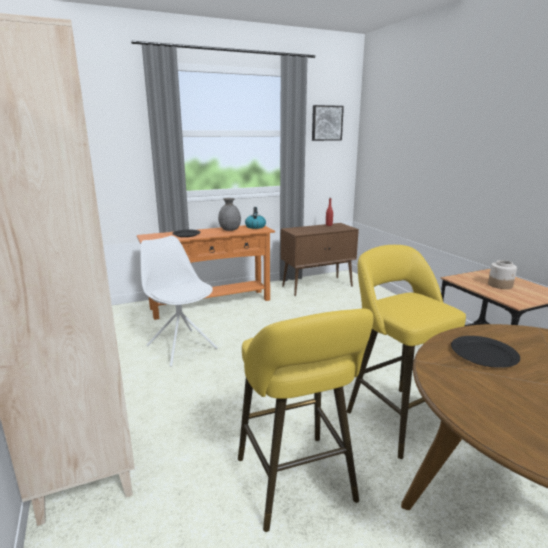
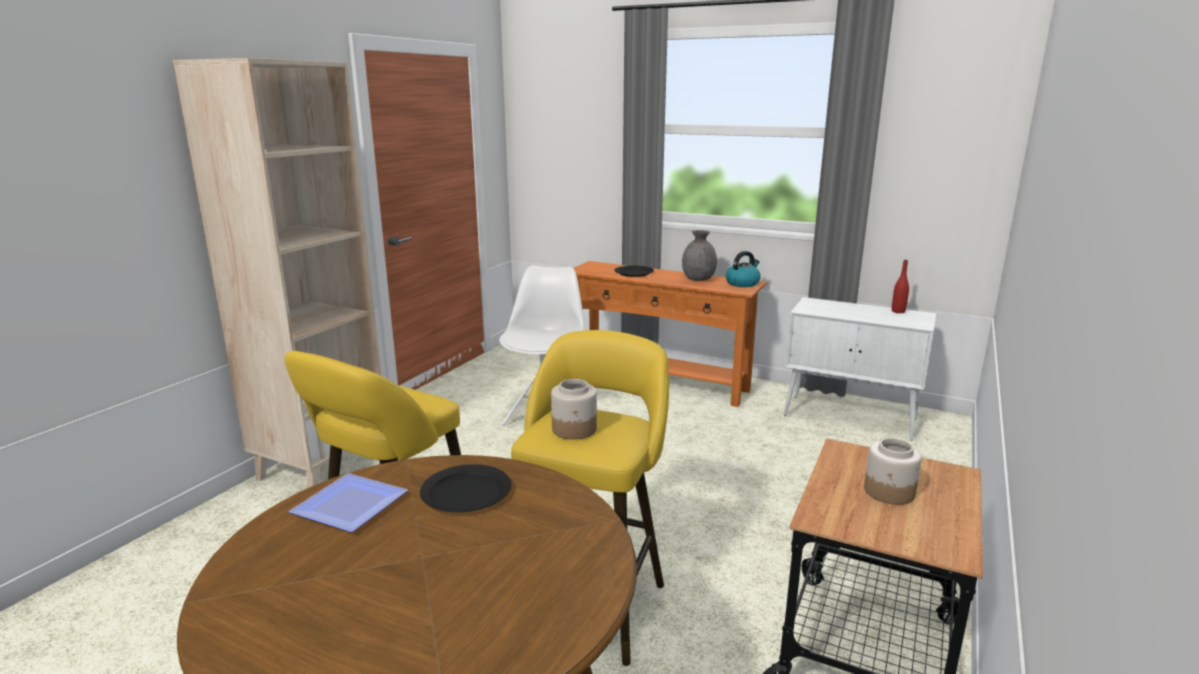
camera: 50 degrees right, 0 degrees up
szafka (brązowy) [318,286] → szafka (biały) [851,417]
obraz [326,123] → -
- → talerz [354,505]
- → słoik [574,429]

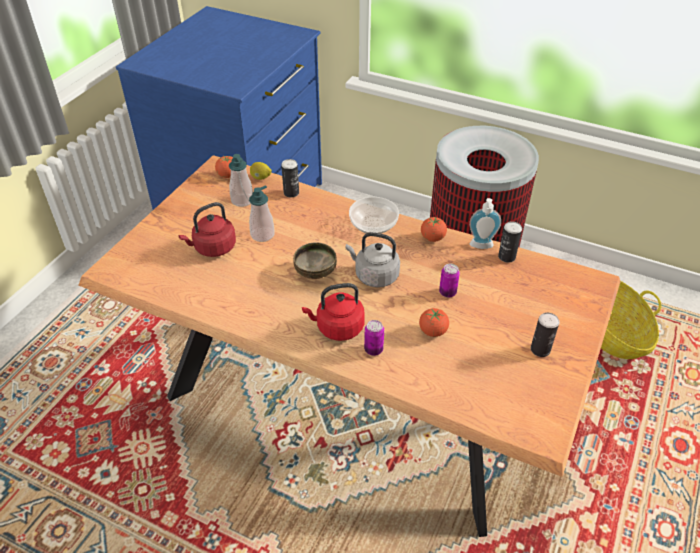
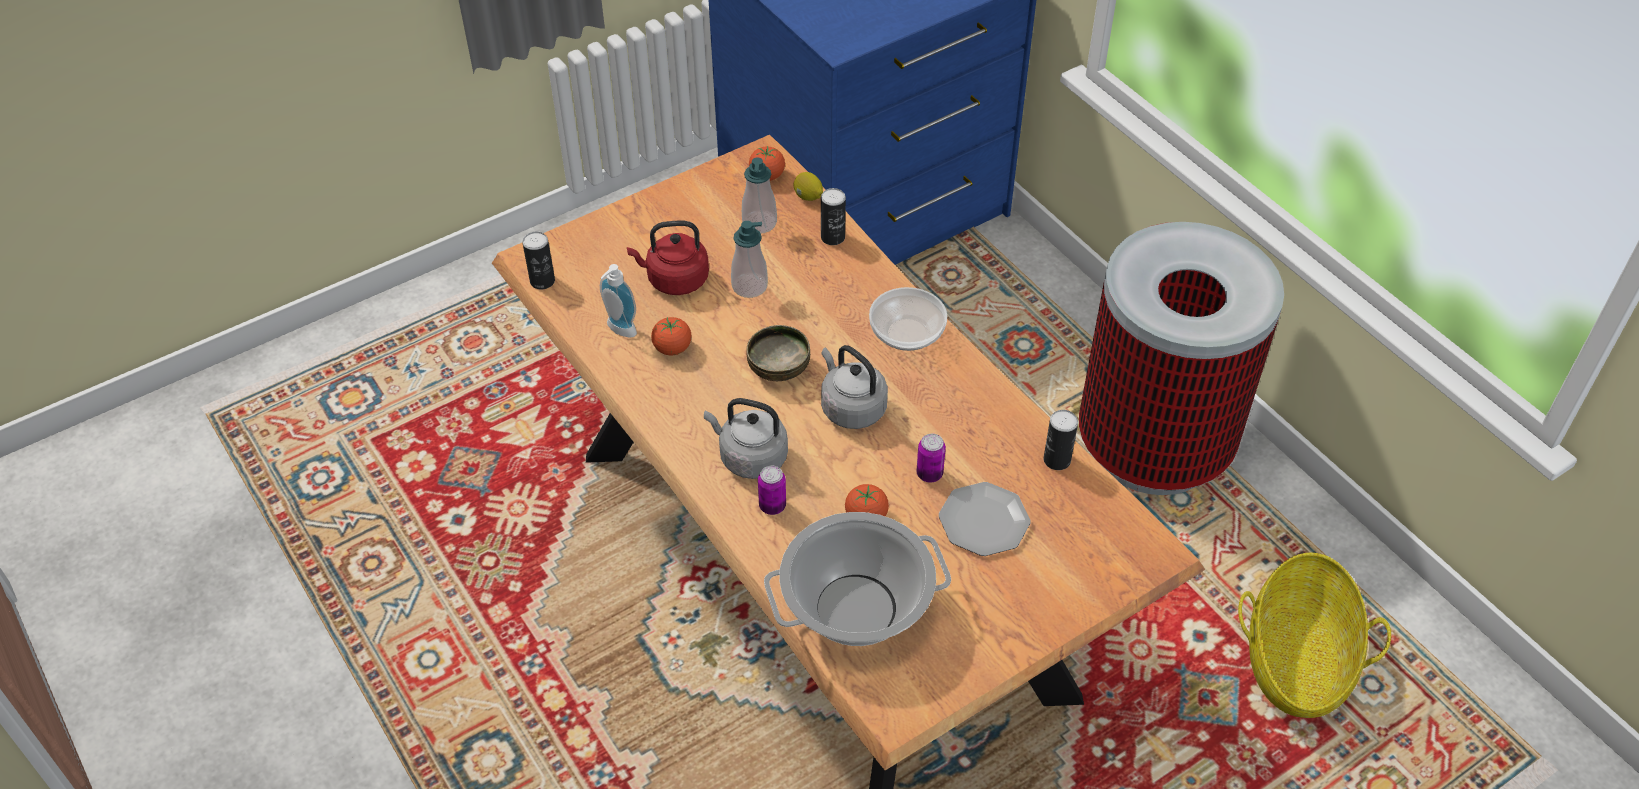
camera: 30 degrees right, 5 degrees up
czajnik (czerwony) [337,328] → czajnik (szary) [750,457]
pomidor [432,238] → pomidor [672,348], moved
dozownik mydła [481,247] → dozownik mydła [619,331], moved
puszka [540,349] → puszka [542,281], moved
- → garnek [857,608]
- → talerz [983,522]

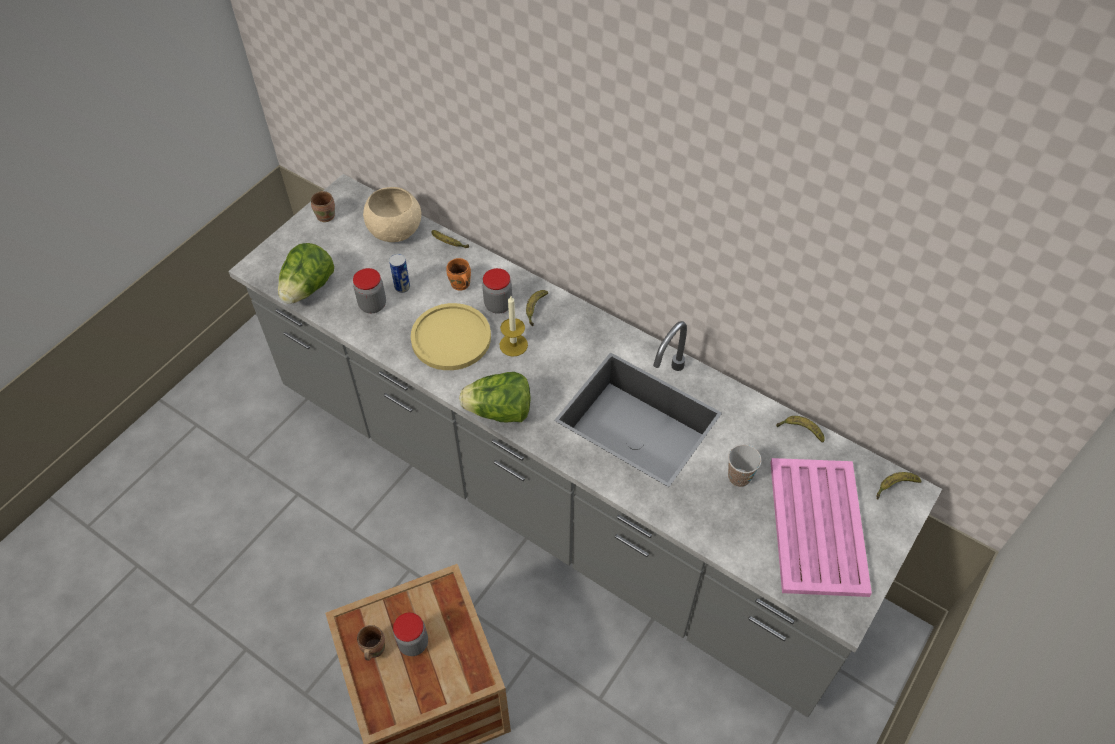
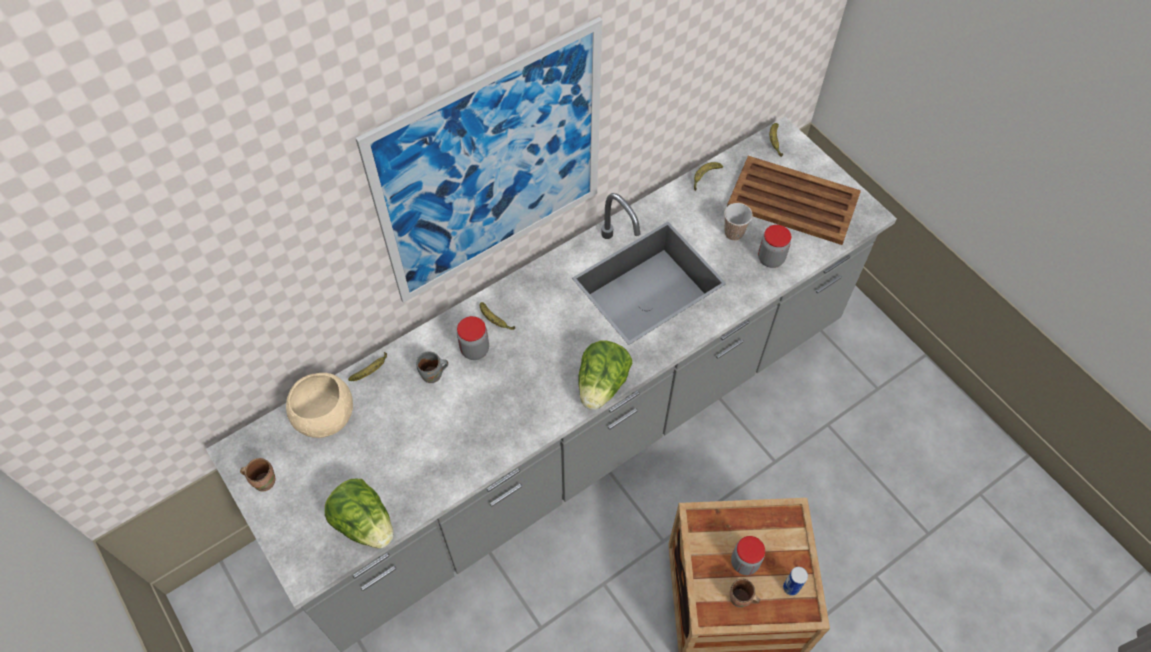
camera: 70 degrees left, 5 degrees up
słoik [372,305] → słoik [770,258], moved
puszka [402,287] → puszka [791,587], moved
talerz (żółty) [451,338] → -
kubek (pomarańczowy) [460,285] → kubek (szary) [433,376]
świeca [513,345] → -
taca (różowy) [818,525] → taca (brązowy) [792,200]
- → obraz [493,168]

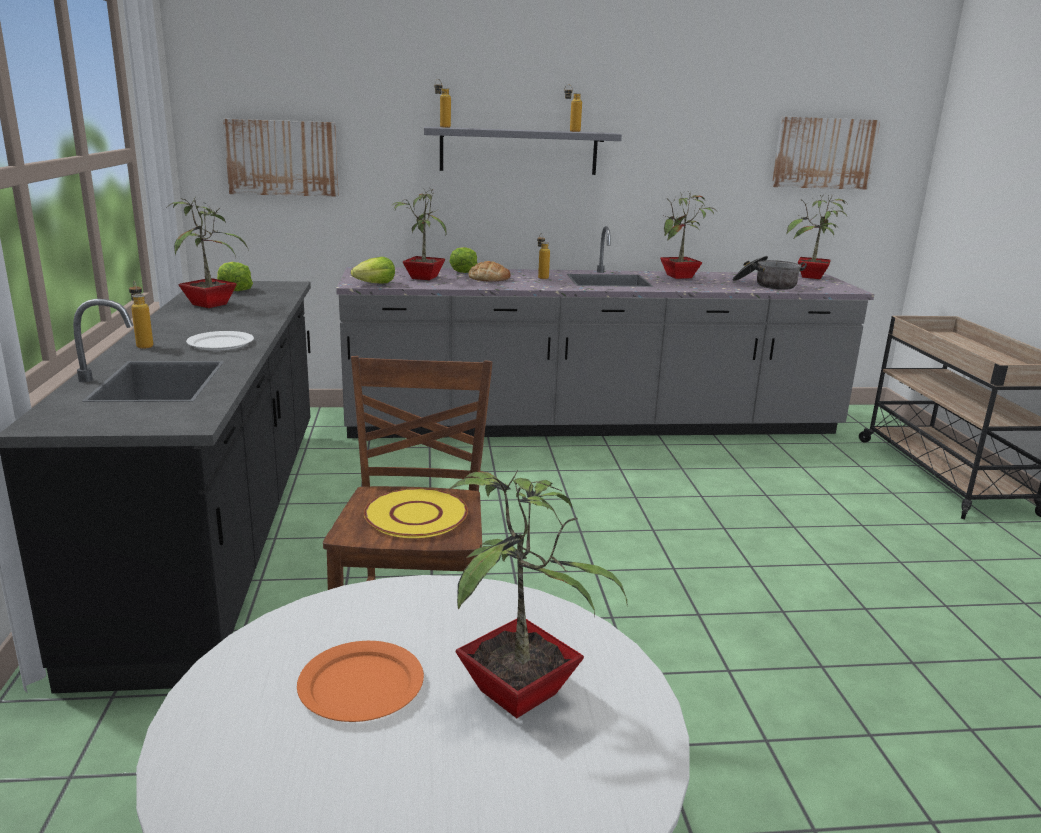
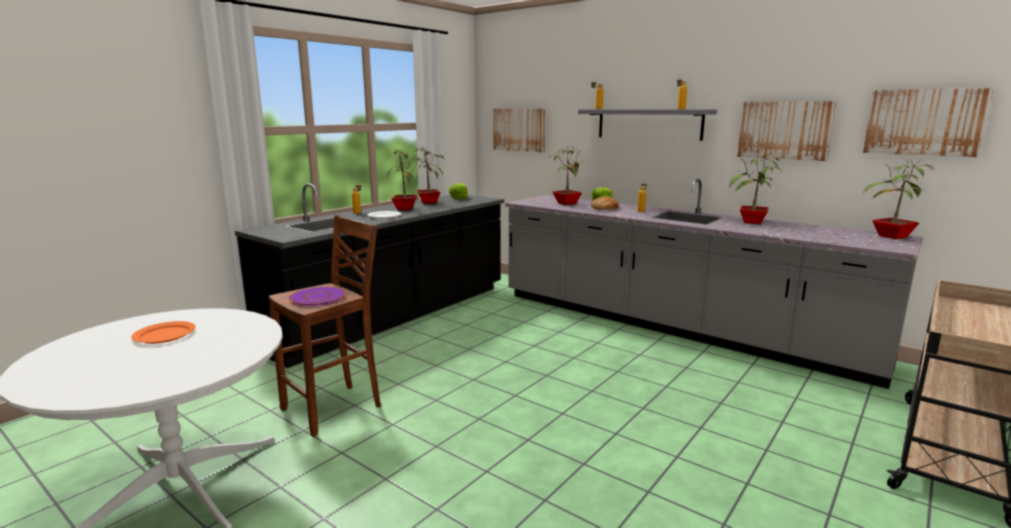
camera: 45 degrees right, 5 degrees down
sałata [375,284] → -
talerz (żółty) [415,515] → talerz (fioletowy) [318,297]
roślina doniczkowa [522,692] → roślina doniczkowa [406,209], moved
garnek [766,285] → -
- → obraz [784,130]

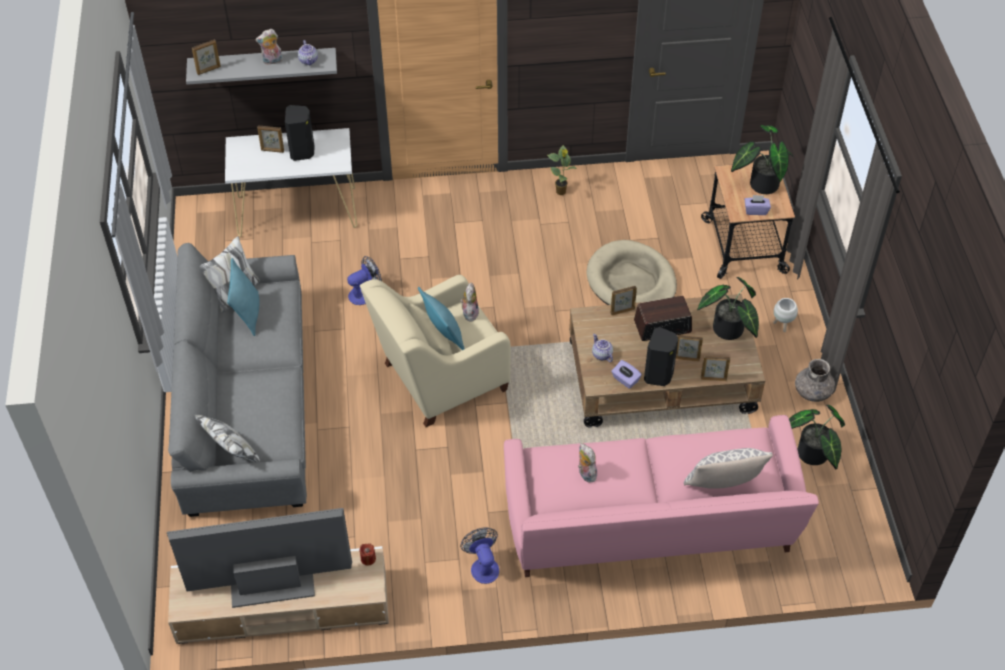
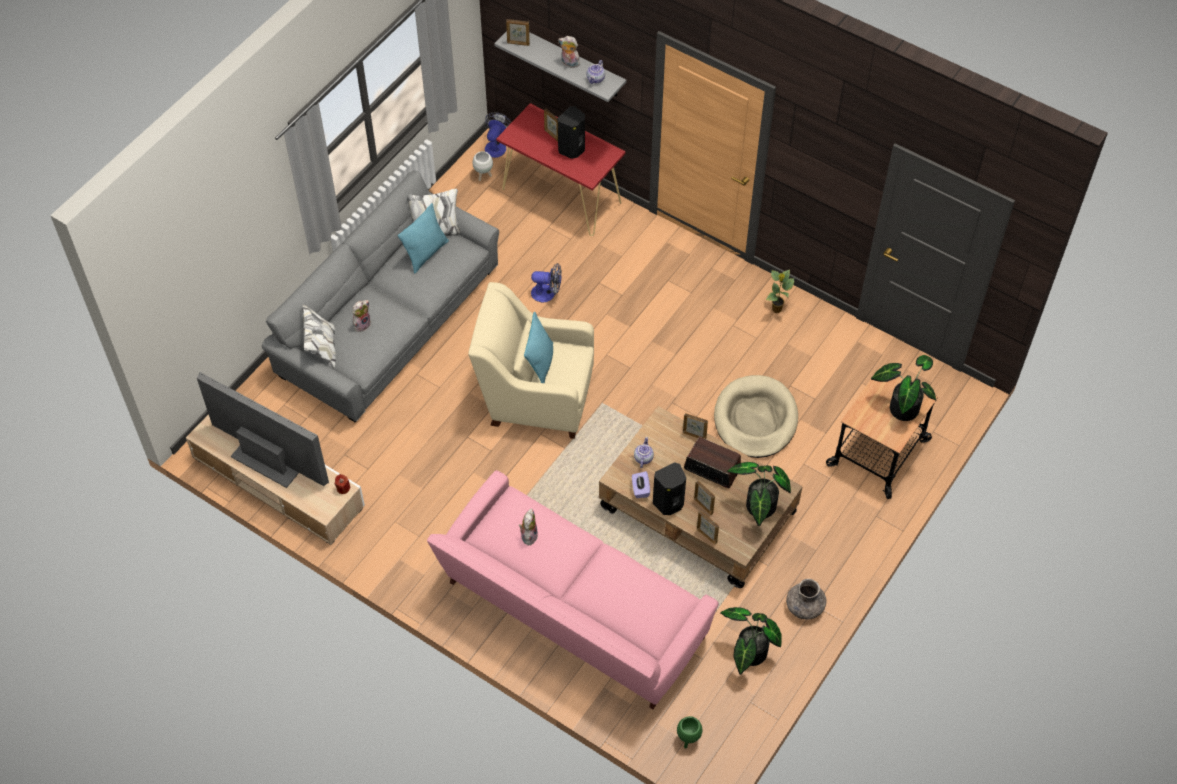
camera: 40 degrees right, 5 degrees up
stolik konsolowy (biały) [298,211] → stolik konsolowy (czerwony) [562,196]
pluszak [469,313] → pluszak [362,324], moved
wentylator [483,566] → wentylator [497,146], moved
poduszka [722,488] → -
pudełko chusteczek (fioletowy) [756,210] → -
donica (biały) [782,325] → donica (biały) [483,176], moved
- → donica (zielony) [688,739]

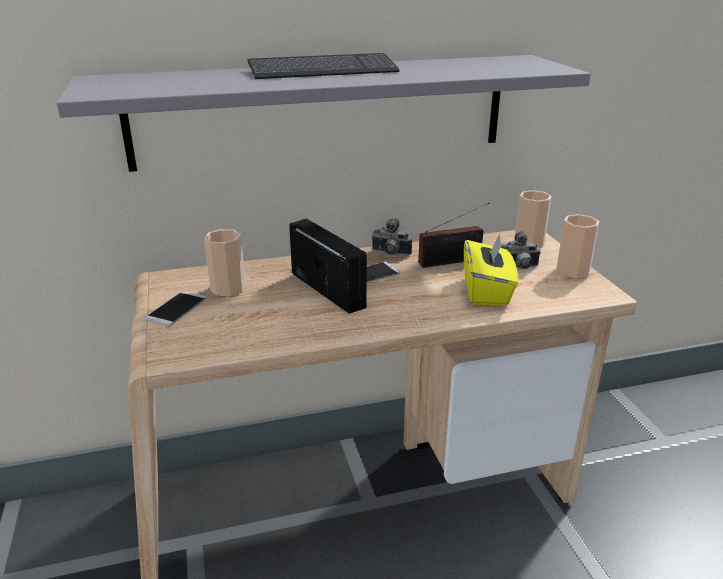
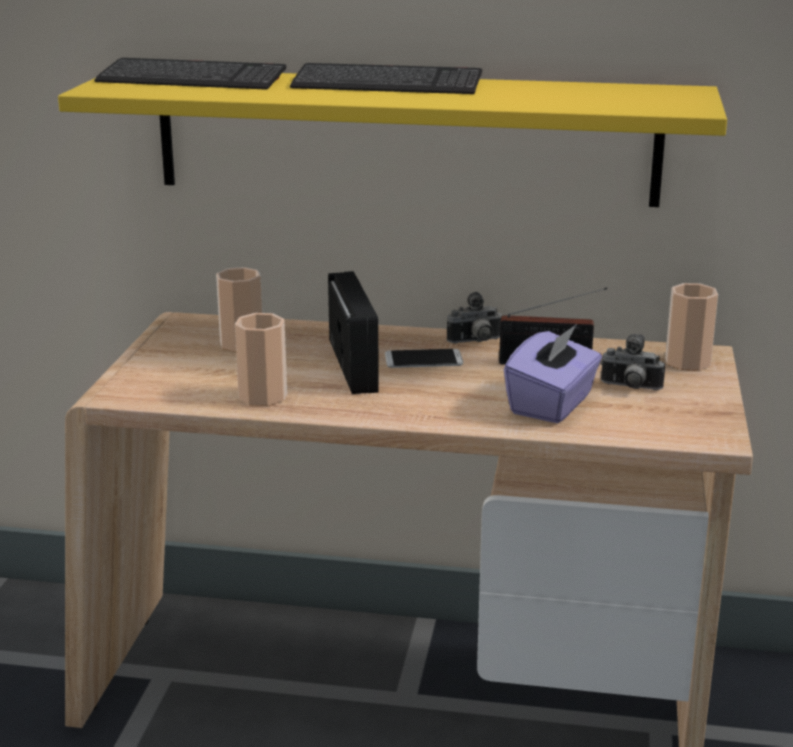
camera: 25 degrees right, 5 degrees down
półka (szary) [322,111] → półka (żółty) [405,136]
telefon [177,309] → -
aparat fotograficzny [390,254] → aparat fotograficzny [476,342], 60 degrees counterclockwise
pudełko chusteczek (żółty) [487,291] → pudełko chusteczek (fioletowy) [552,404]
filiżanka [572,271] → filiżanka [263,396], moved
- → klawiatura [192,79]

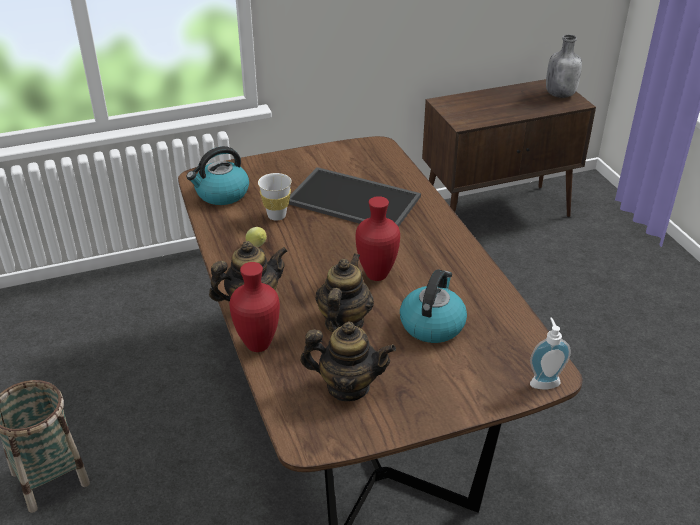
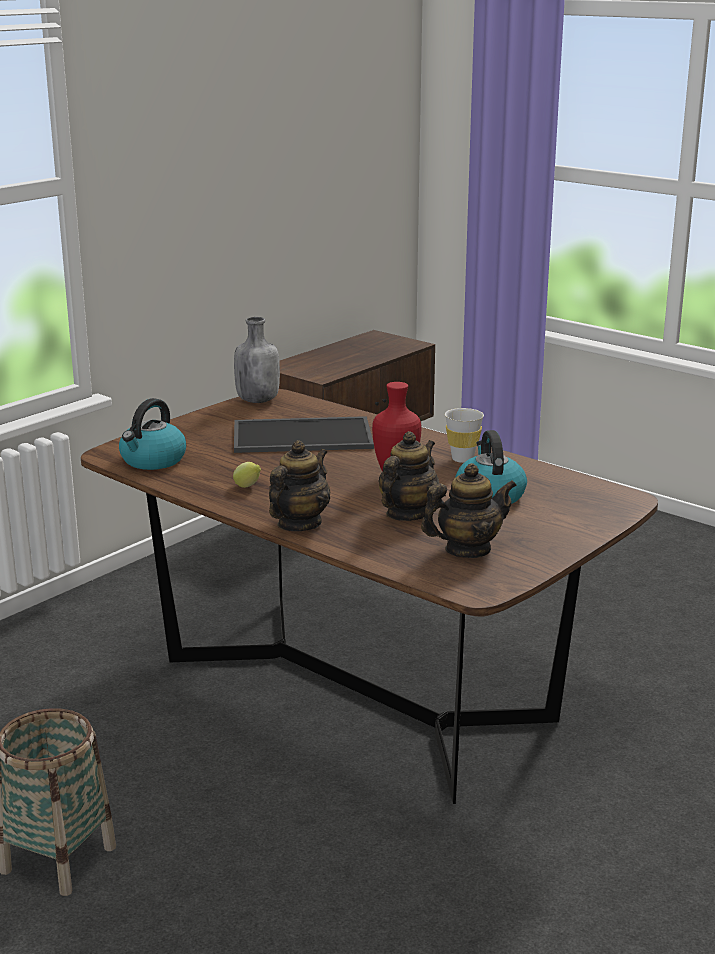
camera: 30 degrees left, 15 degrees down
wazon (czerwony) [257,346] → -
filiżanka (biały) [276,215] → filiżanka (biały) [462,459], moved
imbryk [343,322] → imbryk [407,514], 45 degrees clockwise
dozownik mydła [543,381] → -
butelka (szary) [560,94] → butelka (szary) [258,400], moved

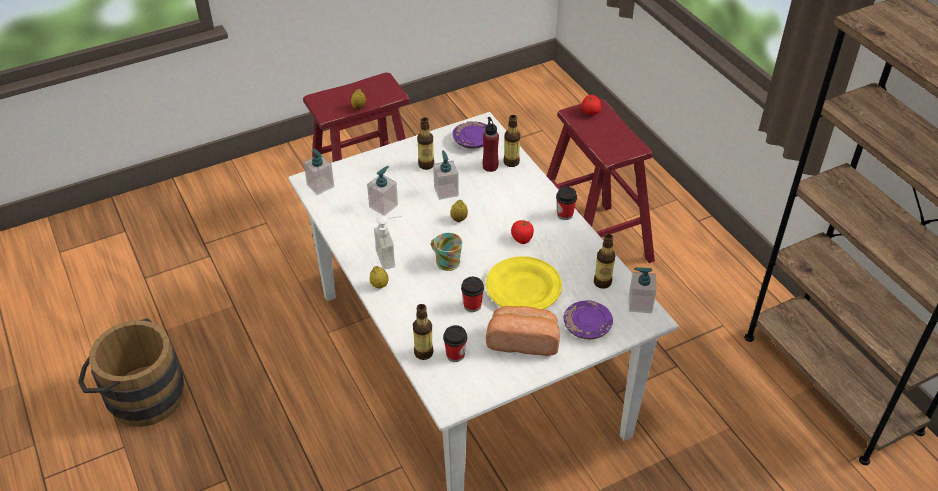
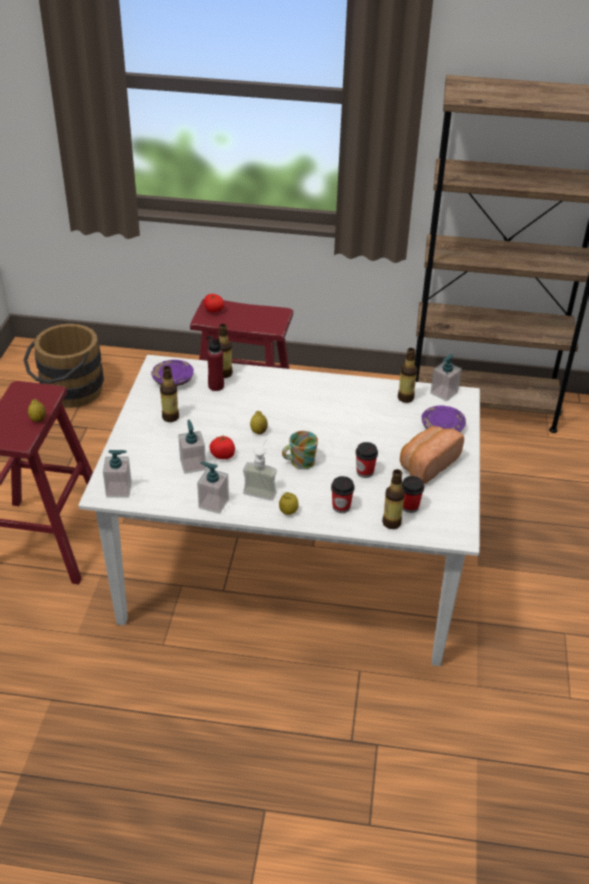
camera: 55 degrees left, 5 degrees down
wiadro (brązowy) [139,396] → wiadro (brązowy) [68,392], moved
dozownik mydła [446,191] → dozownik mydła [213,503], moved
talerz (żółty) [523,288] → -
pomidor [522,239] → pomidor [223,455], moved
filiżanka [565,214] → filiżanka [341,507], moved

